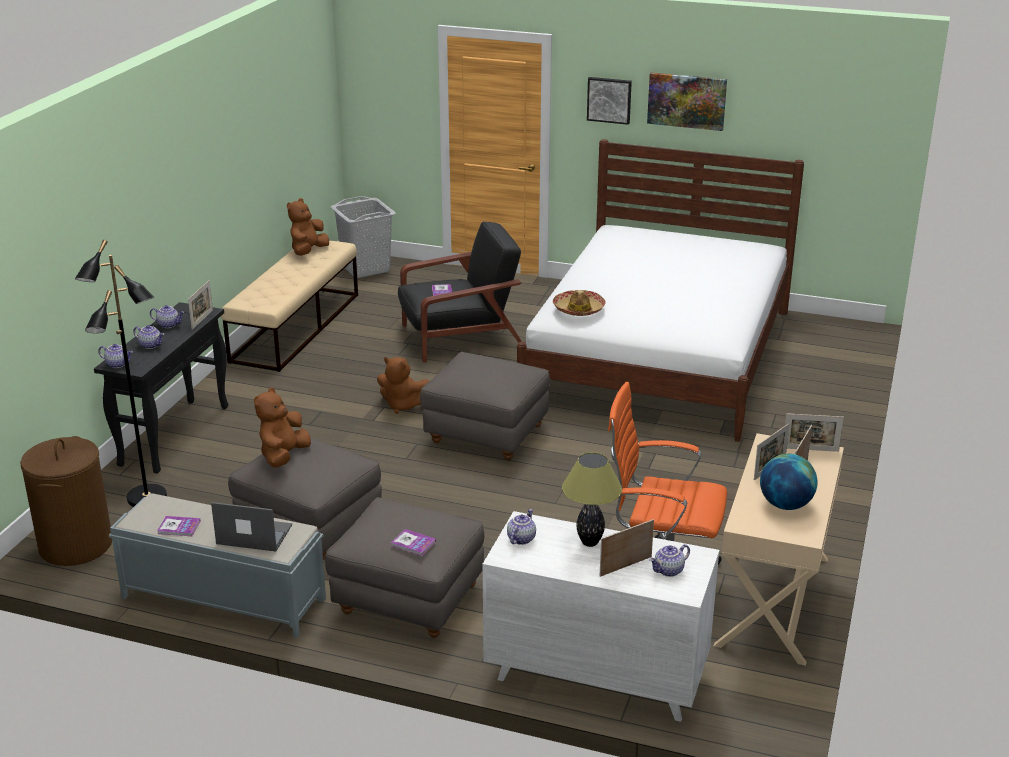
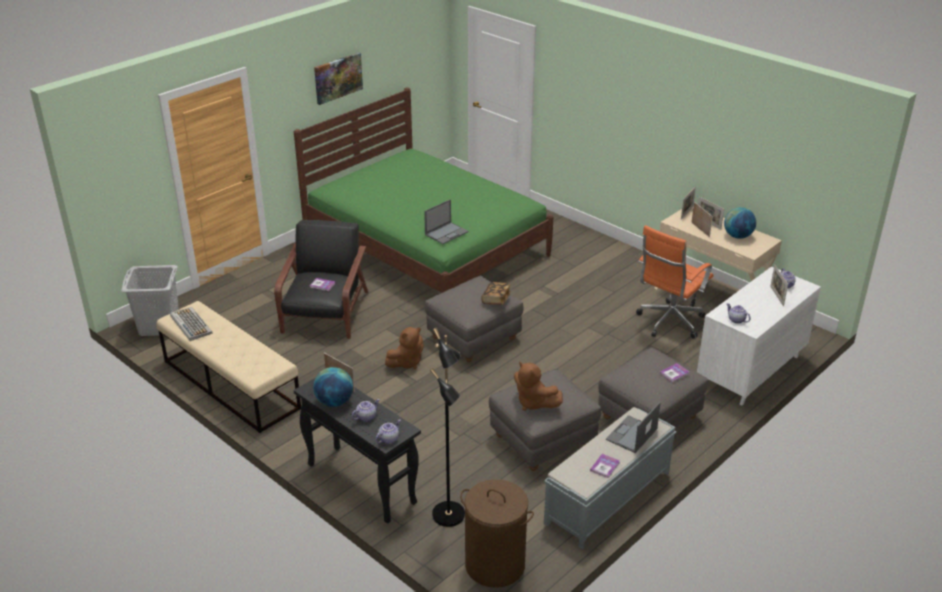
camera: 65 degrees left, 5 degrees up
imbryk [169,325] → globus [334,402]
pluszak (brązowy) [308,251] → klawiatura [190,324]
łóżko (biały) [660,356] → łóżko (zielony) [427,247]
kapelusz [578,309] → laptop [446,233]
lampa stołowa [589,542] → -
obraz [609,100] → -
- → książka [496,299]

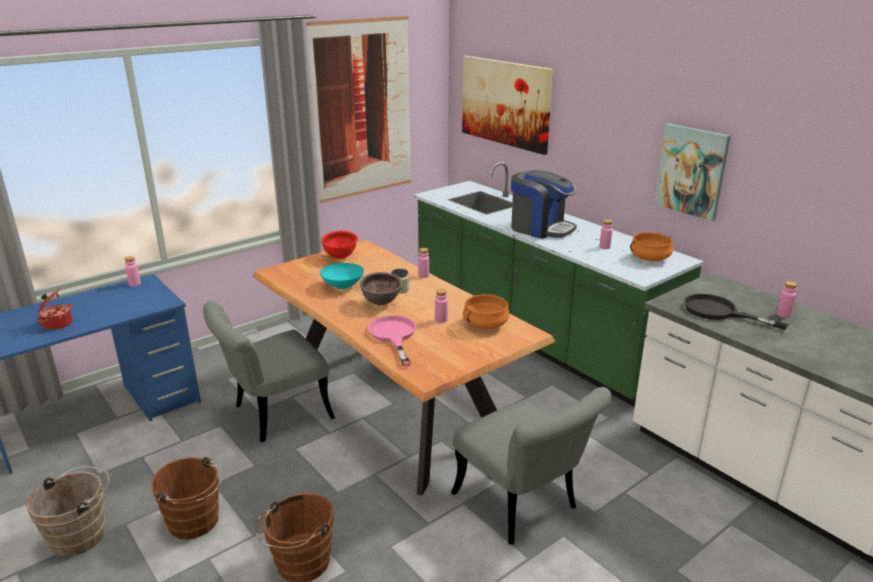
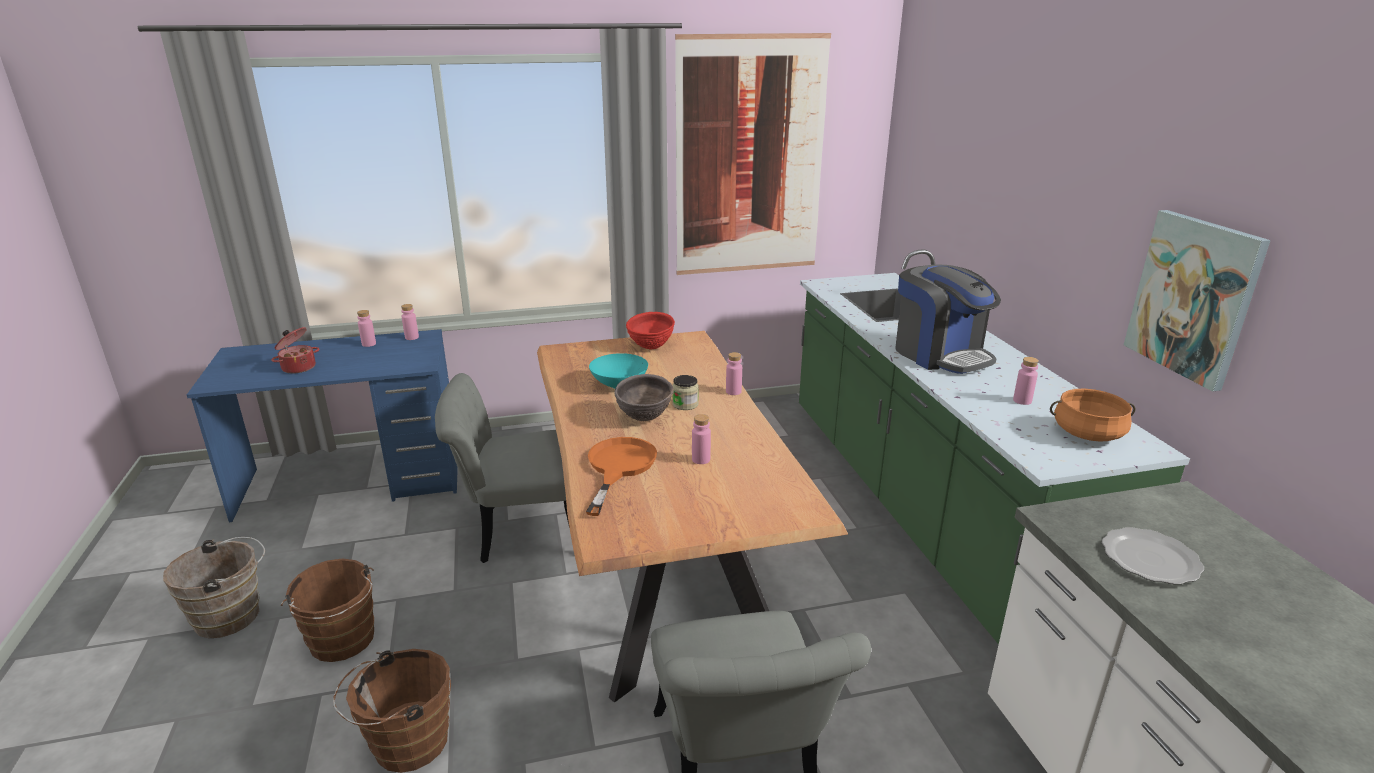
camera: 25 degrees right, 0 degrees up
patelnia (różowy) [393,336] → patelnia (pomarańczowy) [618,467]
obraz [505,103] → -
garnek (pomarańczowy) [485,324] → -
patelnia (czarny) [719,312] → talerz [1148,559]
butelka (różowy) [783,314] → butelka (różowy) [369,344], moved

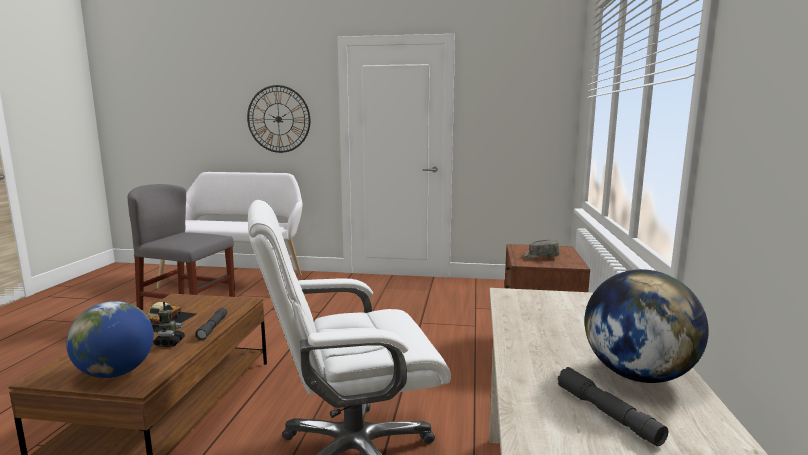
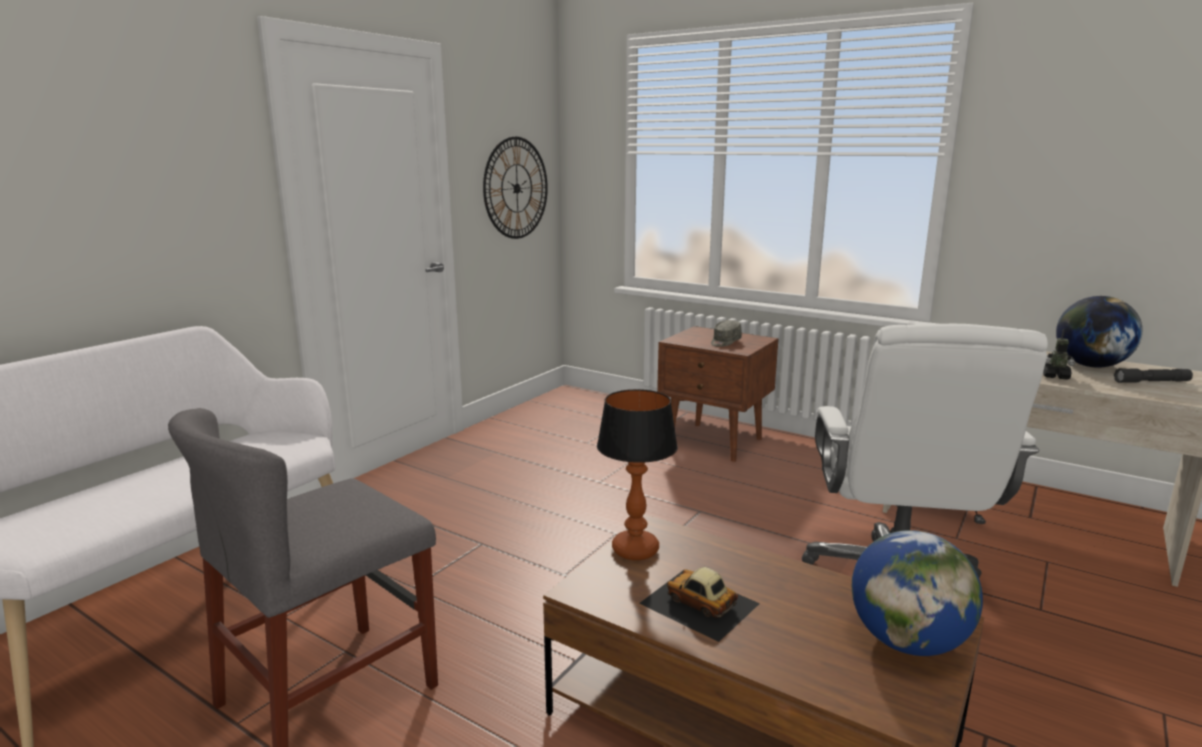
camera: 65 degrees left, 5 degrees up
robot zabawkowy [169,343] → robot zabawkowy [1055,376], moved
latarka (szary) [213,328] → -
zegar ścienny [278,119] → zegar ścienny [516,188], moved
- → lampa stołowa [635,550]

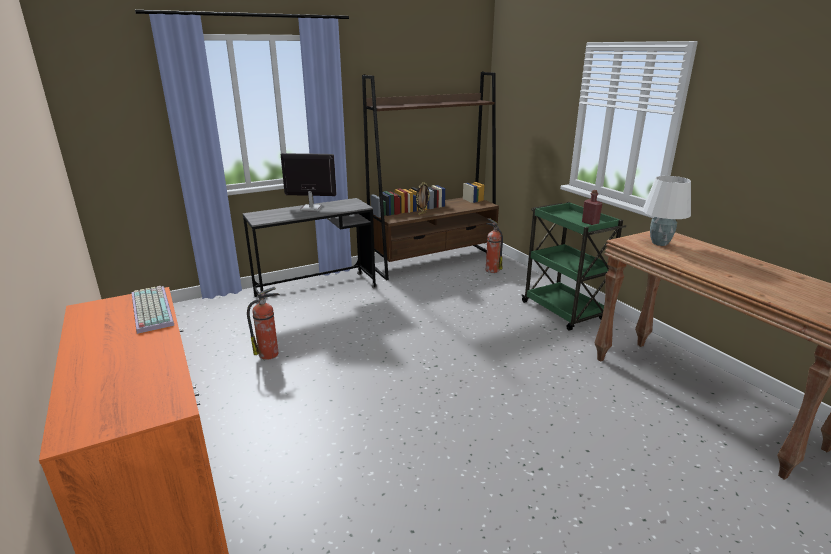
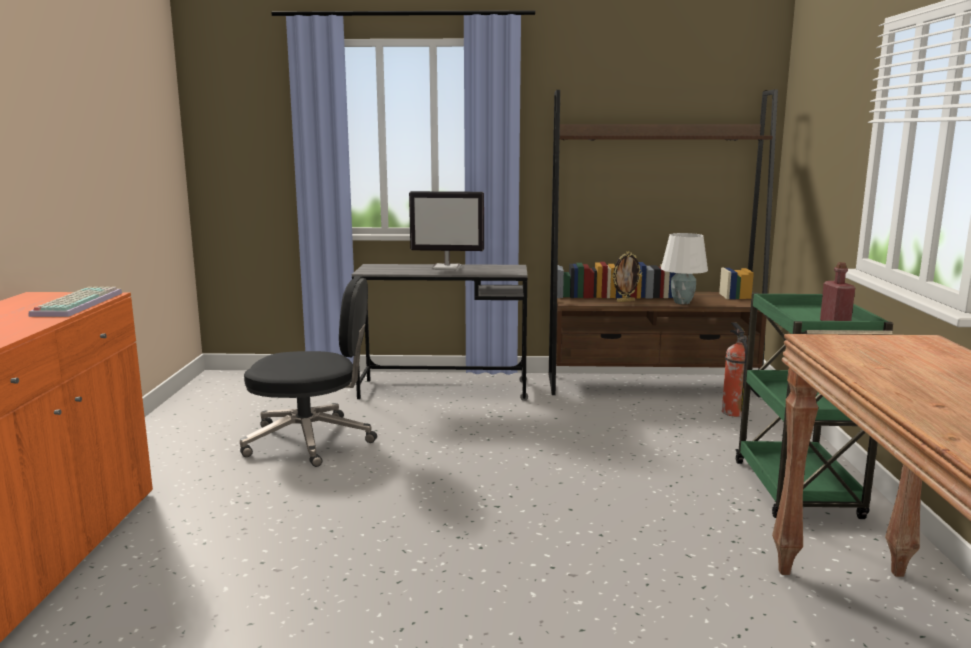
camera: 30 degrees right, 10 degrees down
gaśnica [270,354] → krzesło biurowe (czarny) [311,441]
monitor [311,208] → monitor [447,268], 150 degrees clockwise
lampa stołowa (biały) [659,243] → lampa stołowa (biały) [681,302], moved

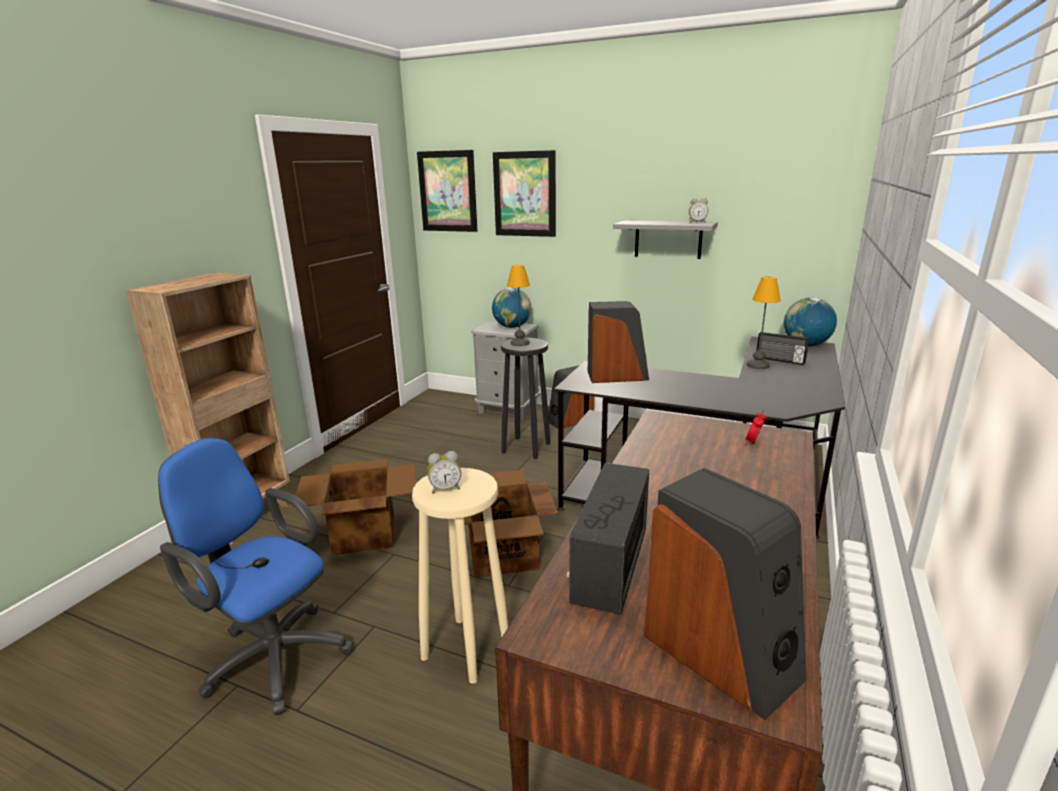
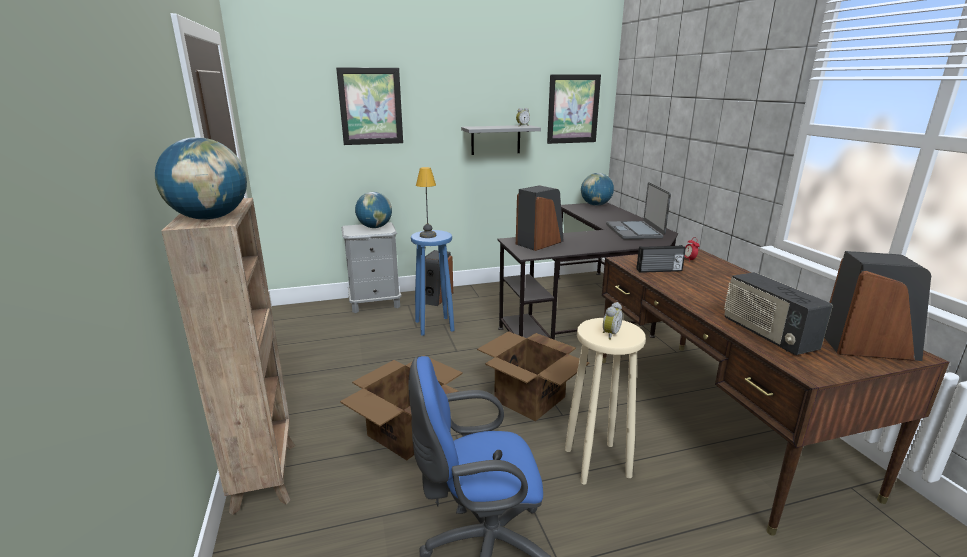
camera: 40 degrees left, 0 degrees up
obraz [447,191] → obraz [573,109], moved
stołek (czarny) [526,447] → stołek (niebieski) [434,325]
lampa stołowa [757,365] → -
radio [780,360] → radio [659,270], moved
- → globus [210,218]
- → laptop [634,231]

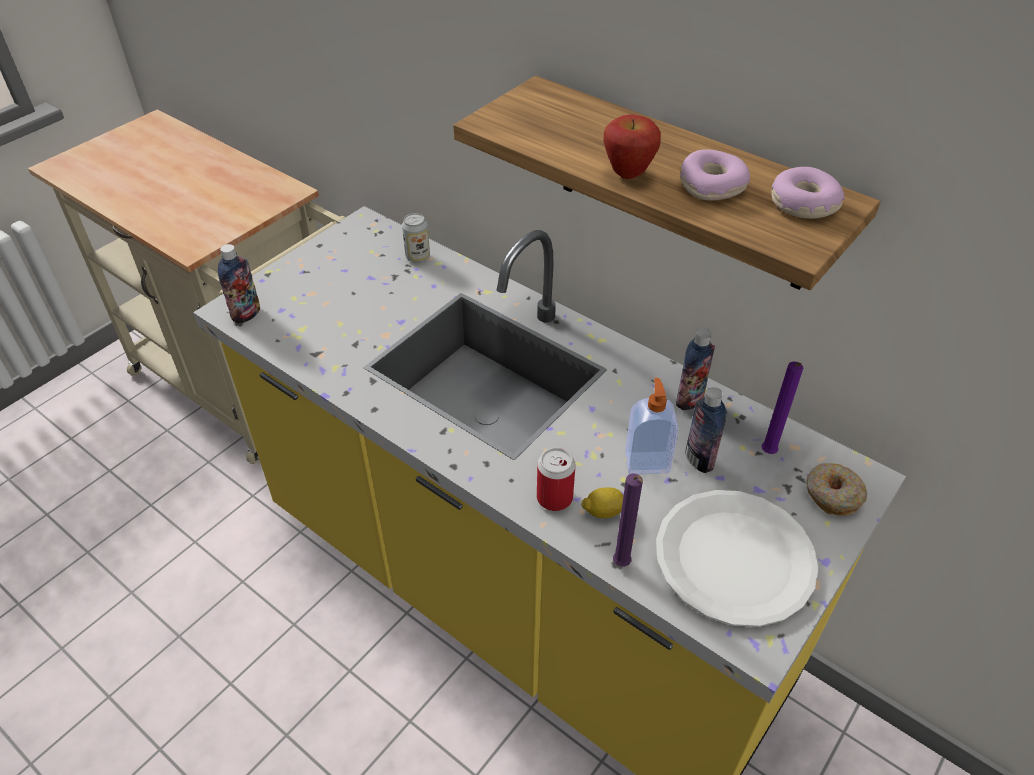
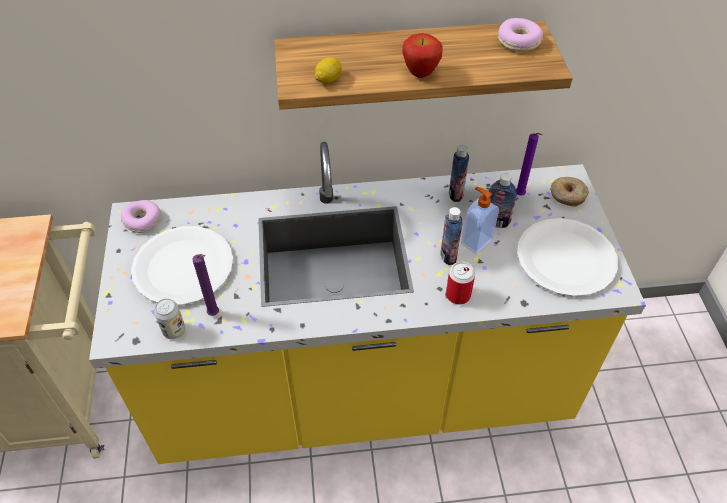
camera: 45 degrees left, 5 degrees up
butelka [246,314] → butelka [448,255], moved
puszka [418,257] → puszka [174,331], moved
cytryna [604,511] → cytryna [328,79], moved
świeca (fioletowy) [622,565] → świeca (fioletowy) [215,314], moved
donut [711,185] → donut [142,220], moved
- → talerz (biały) [183,267]

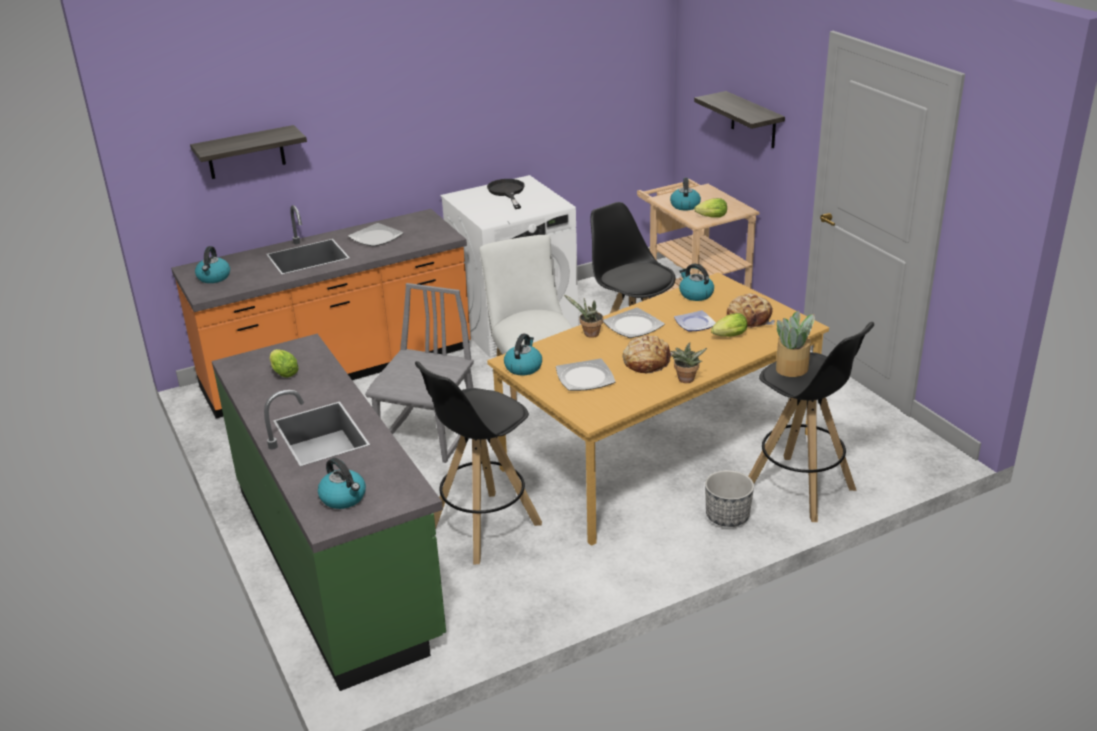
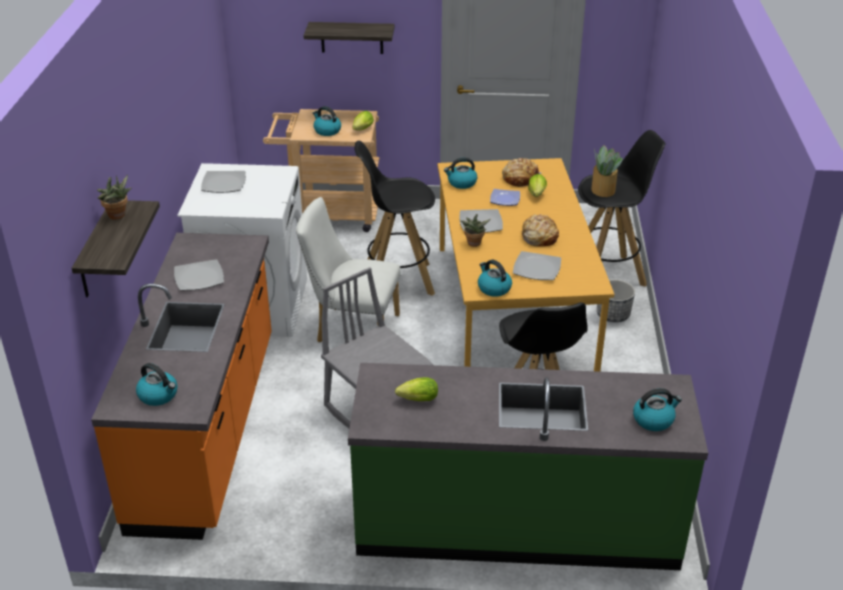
camera: 60 degrees left, 5 degrees up
patelnia (czarny) [507,192] → talerz [223,184]
roślina doniczkowa [685,380] → roślina doniczkowa [118,216], moved

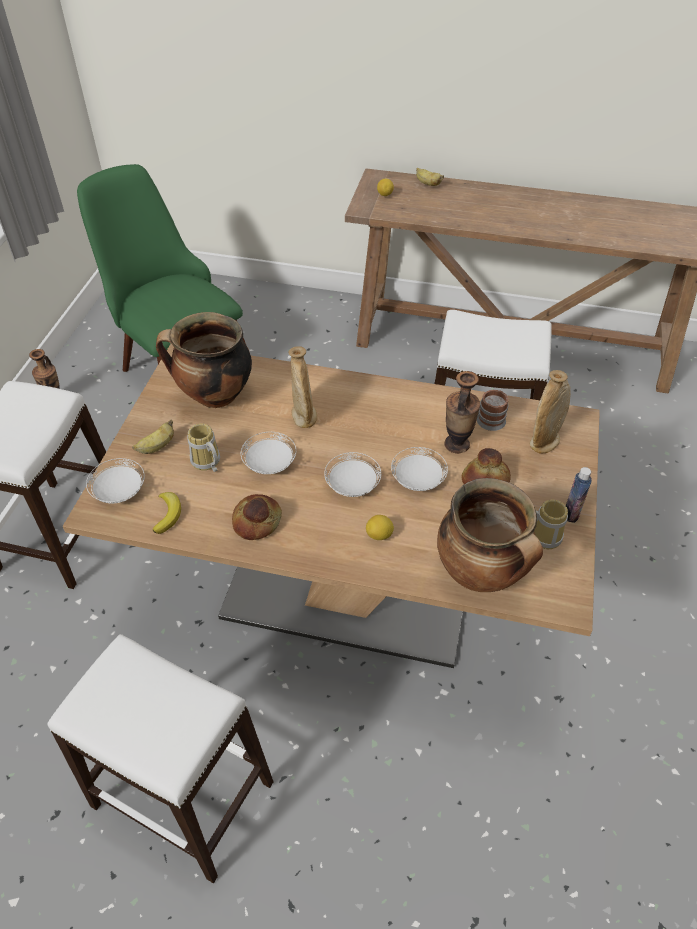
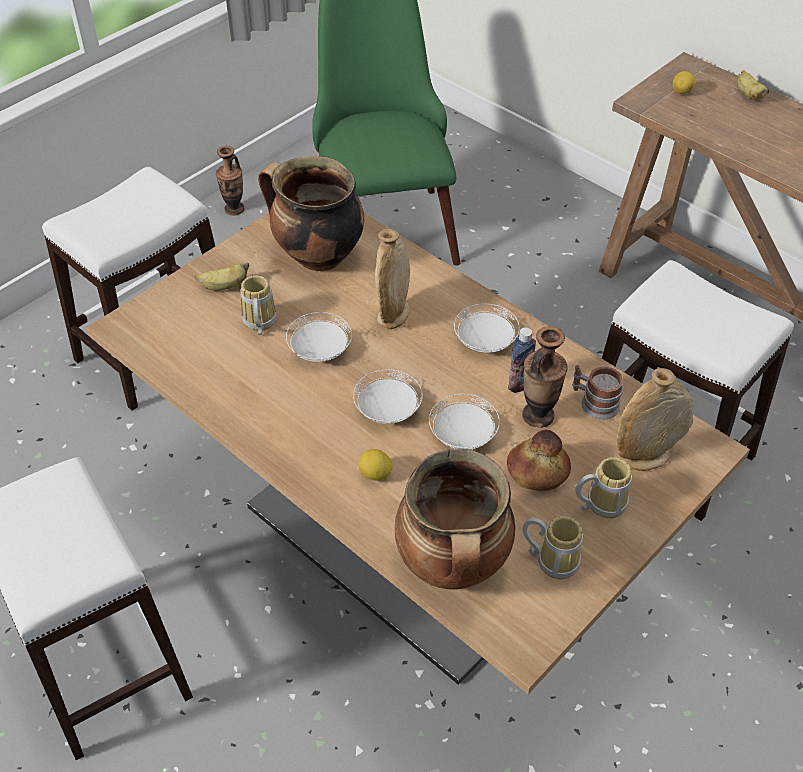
camera: 30 degrees right, 0 degrees up
talerz (biały) [119,491] → talerz (biały) [485,341], moved
banan [168,514] → -
chleb [257,522] → -
butelka [571,513] → butelka [519,384], moved
- → kubek [600,503]

